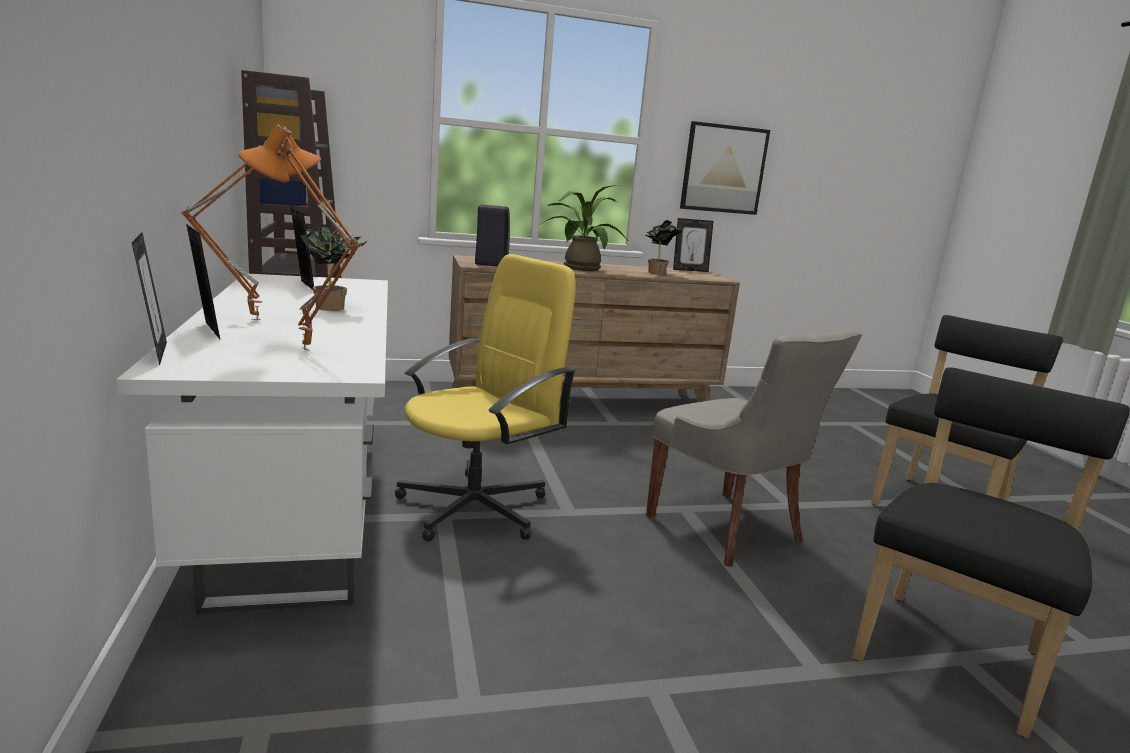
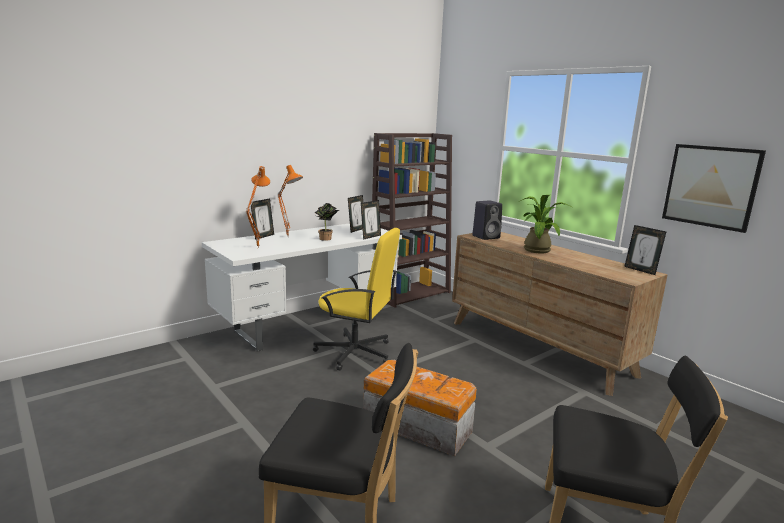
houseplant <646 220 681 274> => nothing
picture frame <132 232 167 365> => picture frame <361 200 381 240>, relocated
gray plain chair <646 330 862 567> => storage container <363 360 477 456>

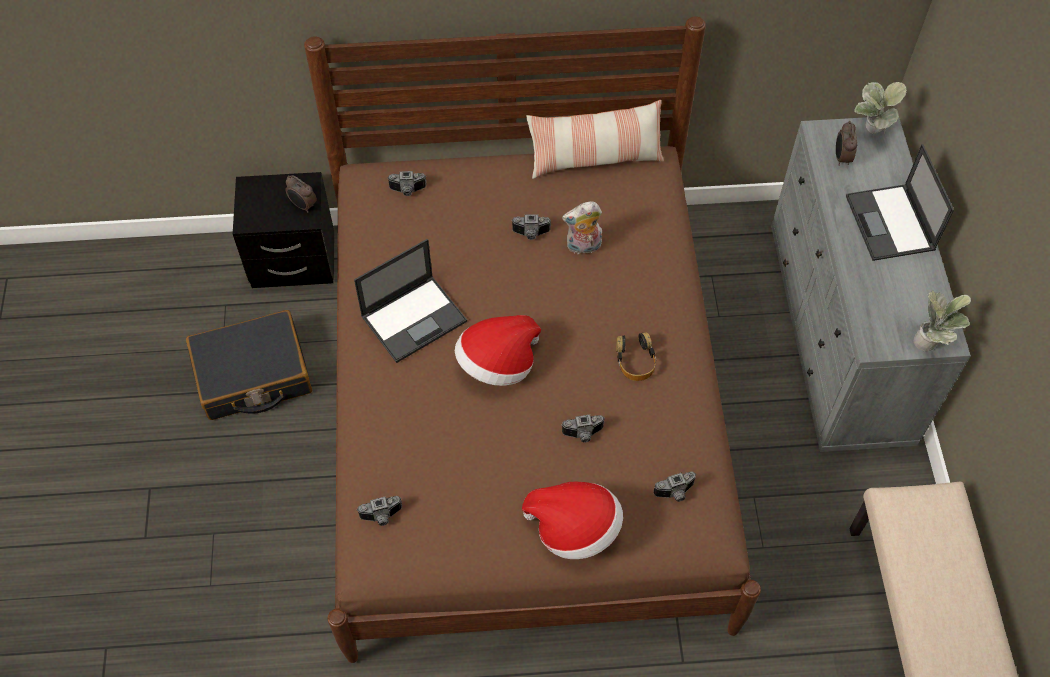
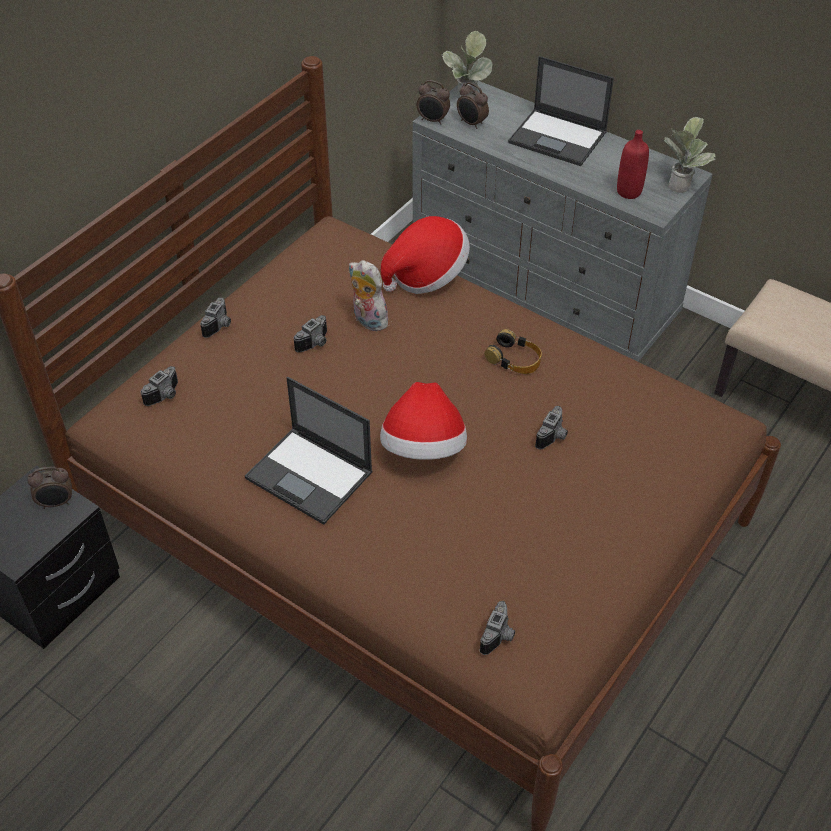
cushion <526 100 664 179> => nothing
soft toy <562 201 602 254> => soft toy <349 260 391 331>, 105 degrees clockwise
notebook computer <354 239 467 363> => notebook computer <245 377 373 525>, 120 degrees clockwise
blackish piece of luggage <186 310 312 420> => nothing
photo camera <653 471 696 502> => photo camera <200 297 231 338>, relocated
hat <522 482 623 559> => hat <381 216 470 294>, relocated
nothing => table clock <417 80 450 125>
nothing => red beverage bottle <617 130 649 199>

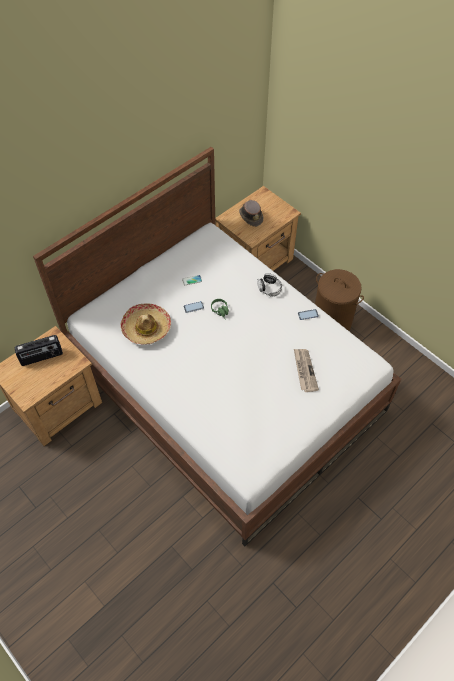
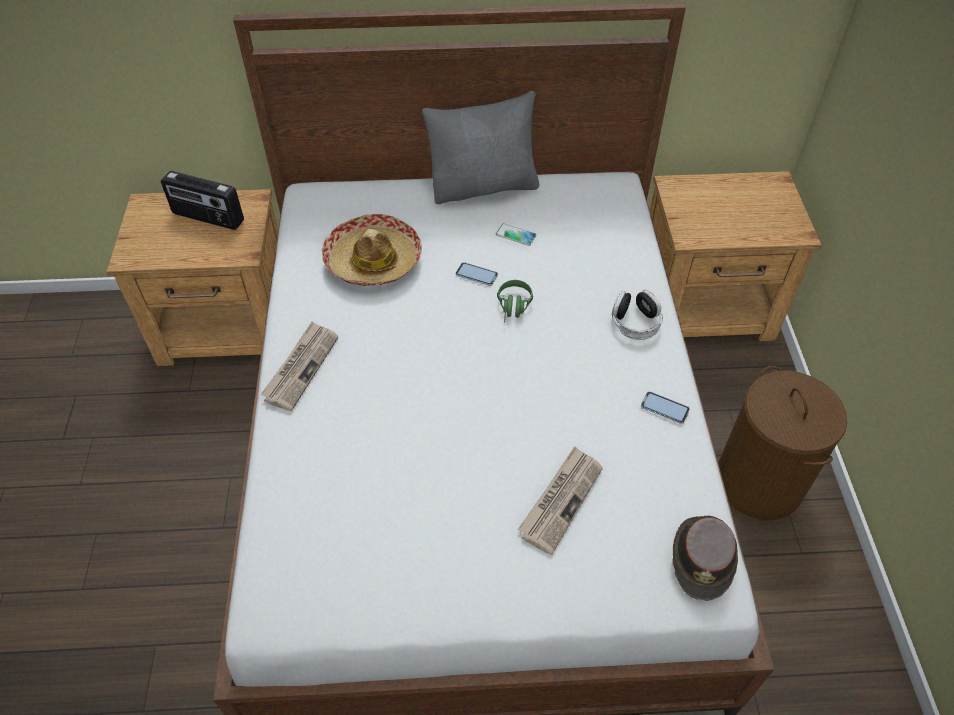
brown-coloured hat <239 200 263 227> => brown-coloured hat <672 515 738 601>, relocated
nothing => gray cushion <422 91 540 204>
nothing => daily paper <260 322 338 411>

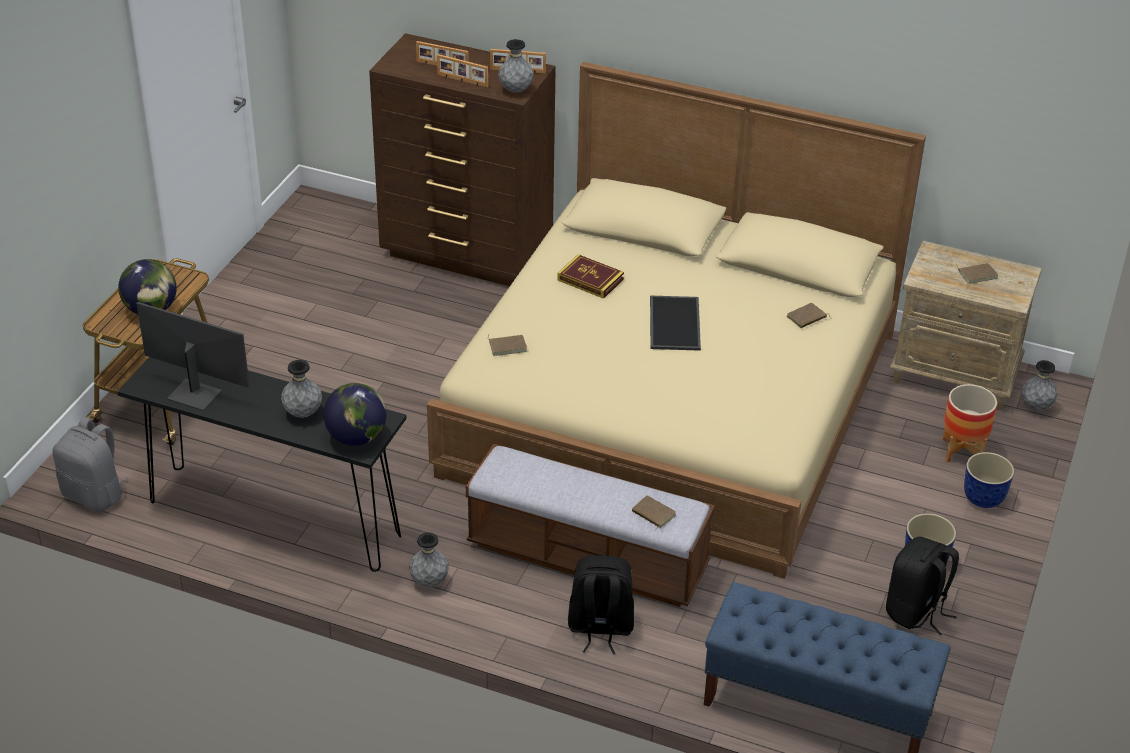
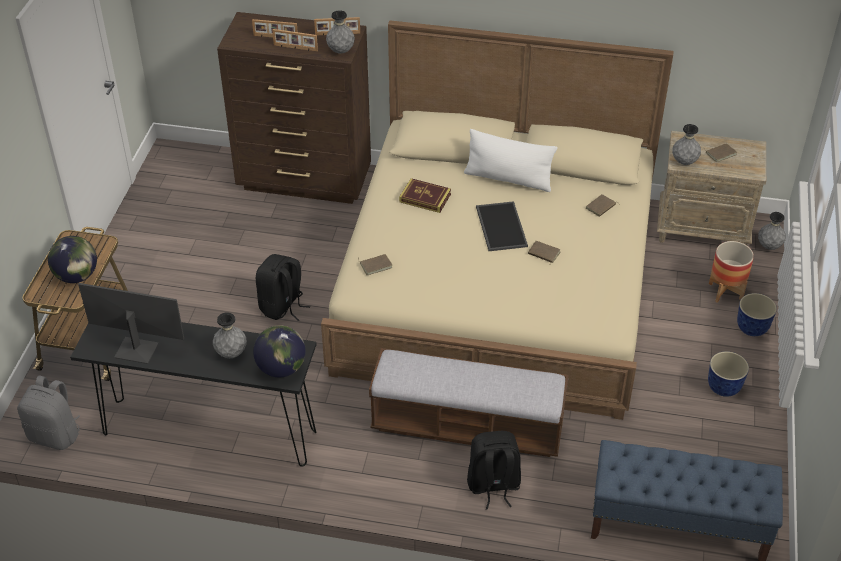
brown-coloured volume <632 496 676 530> => brown-coloured volume <528 241 561 264>, relocated
gray decorative vase <409 532 449 587> => gray decorative vase <672 124 701 165>, relocated
blackish backpack <886 537 959 635> => blackish backpack <256 254 310 321>, relocated
nothing => whitish cushion <464 129 557 192>

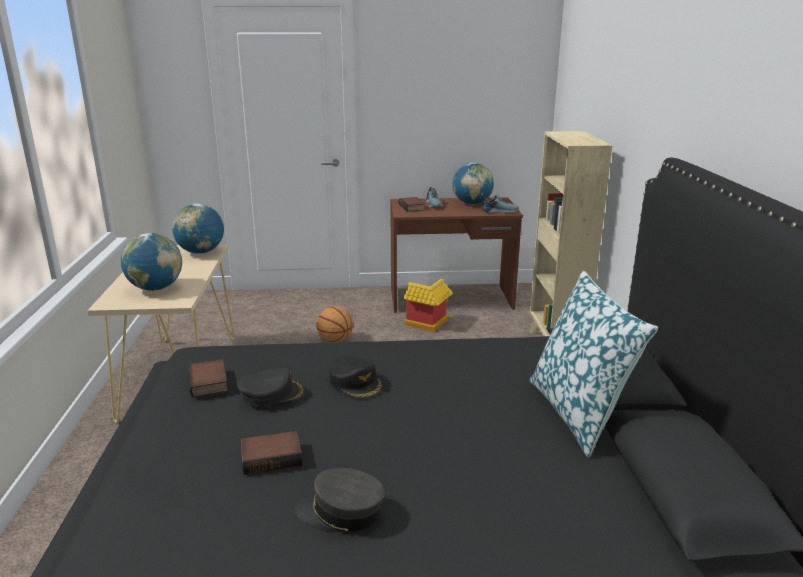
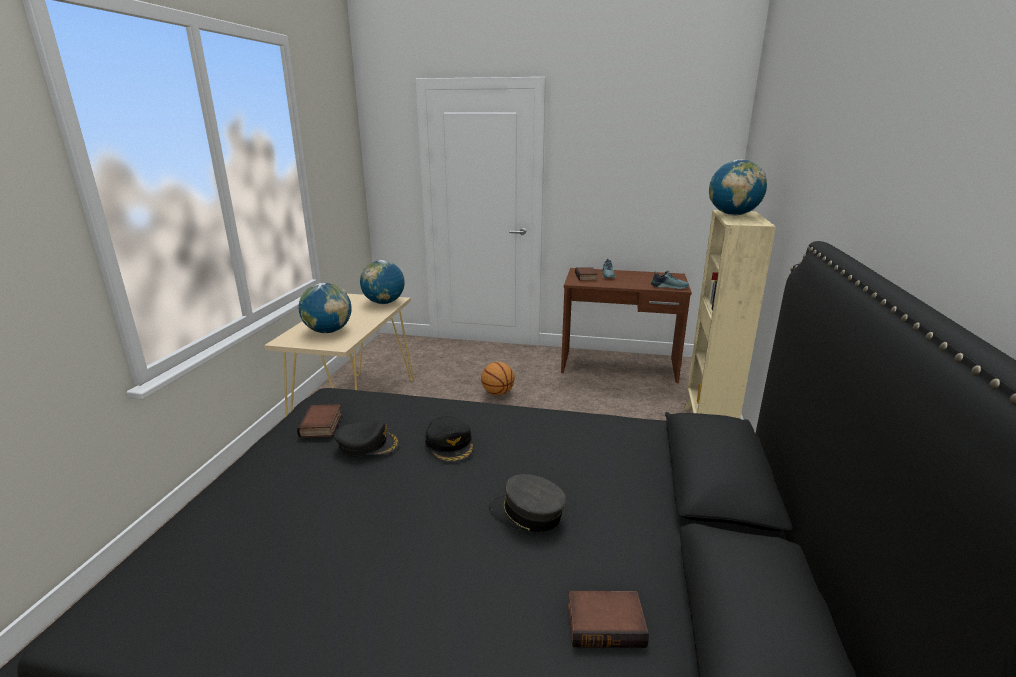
world globe <452 163 494 205> => world globe <709 160 767 216>, relocated
cushion <530 271 658 457> => nothing
miniature house <403 279 453 332> => nothing
volume <241 431 302 475> => volume <568 591 649 648>, relocated
gray peaked cap <295 468 385 532> => gray peaked cap <489 474 566 532>, relocated

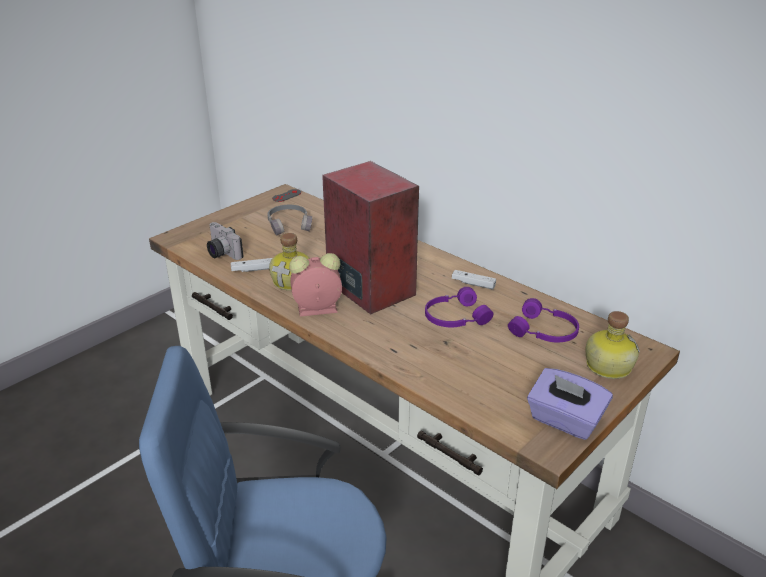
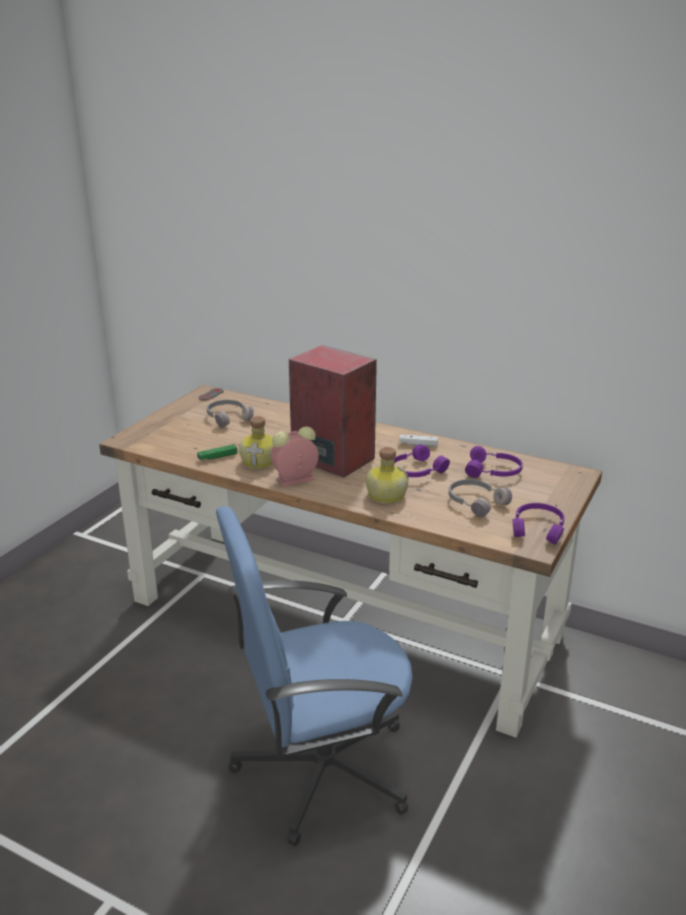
photo camera <207 222 244 260> => nothing
whitish joypad <231 258 272 272> => green joypad <197 444 237 460>
beverage bottle <586 311 640 379> => beverage bottle <366 447 409 504>, relocated
purple-coloured box of tissues <527 368 613 440> => purple-coloured headphones <513 503 565 544>
nothing => gray headphones <449 479 512 517>

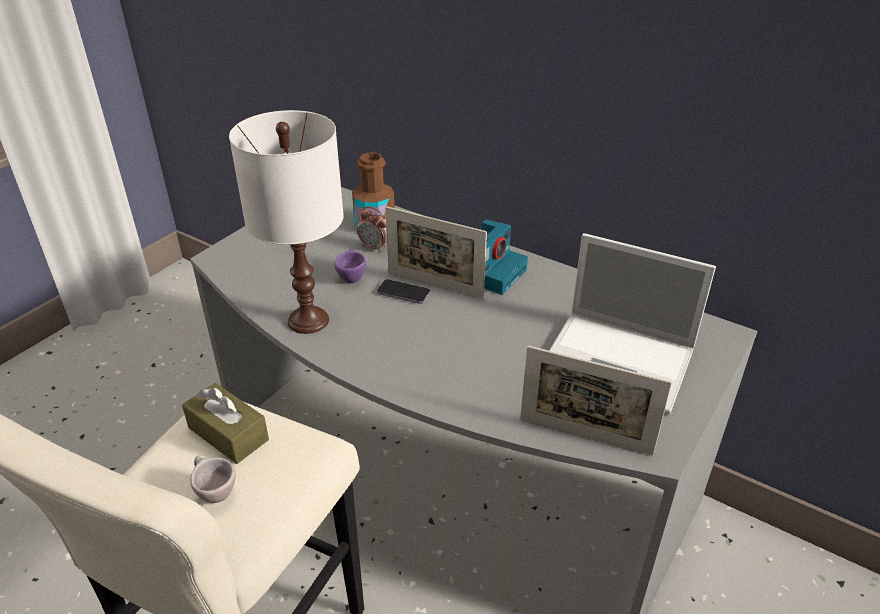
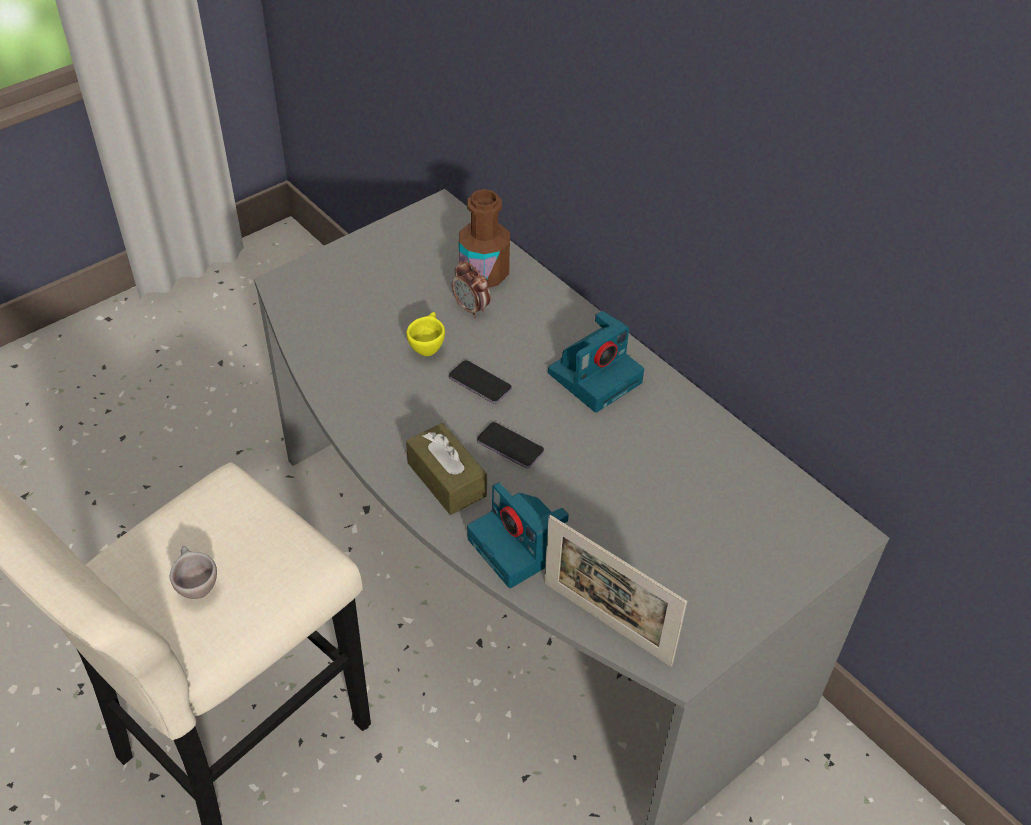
whitish tabletop lamp <229 110 344 334> => nothing
picture frame <385 206 487 298> => nothing
notebook computer <549 233 716 415> => nothing
purple-coloured drinking cup <334 248 366 283> => yellow drinking cup <406 312 445 356>
brown-coloured box of tissues <182 383 269 464> => brown-coloured box of tissues <406 423 487 515>, relocated
nothing => handset <477 422 544 468>
nothing => photo camera <467 482 569 588>

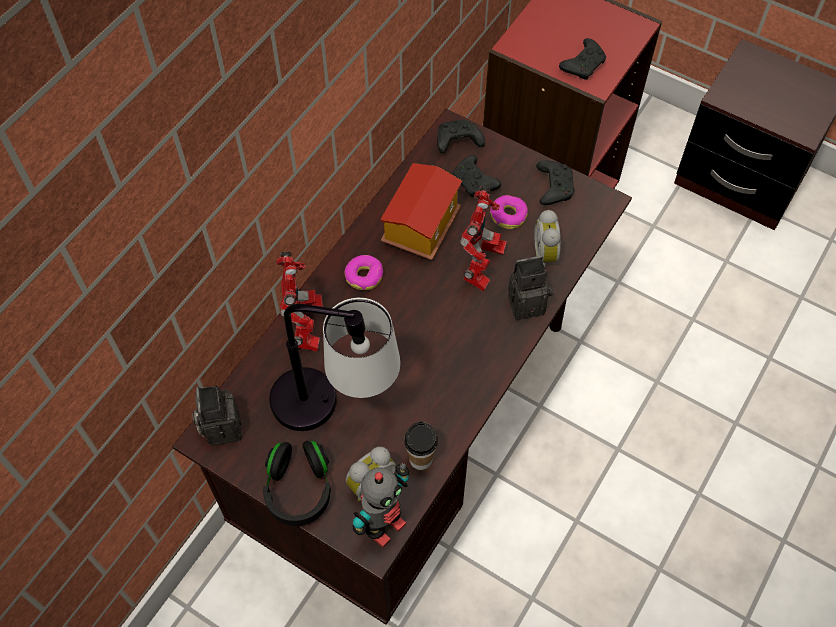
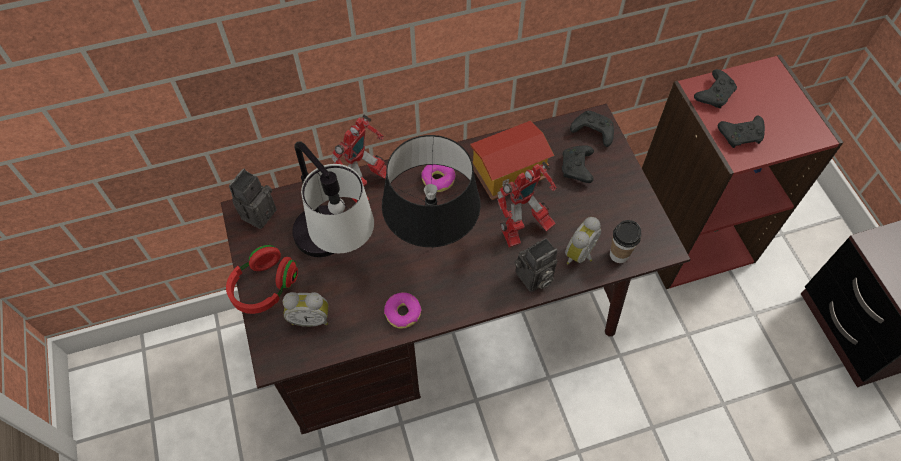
blackish joypad <536 160 575 205> => blackish joypad <694 69 737 108>, relocated
donut <490 195 528 229> => donut <384 292 422 328>, relocated
photo camera <508 256 553 320> => photo camera <515 238 557 292>, 120 degrees clockwise
drinking cup <404 421 438 470> => drinking cup <610 220 641 263>, relocated
blackish headphones <263 441 331 526> => red headphones <226 245 298 314>
model robot <353 462 409 548> => nothing
nothing => blackish tabletop lamp <382 135 481 248>

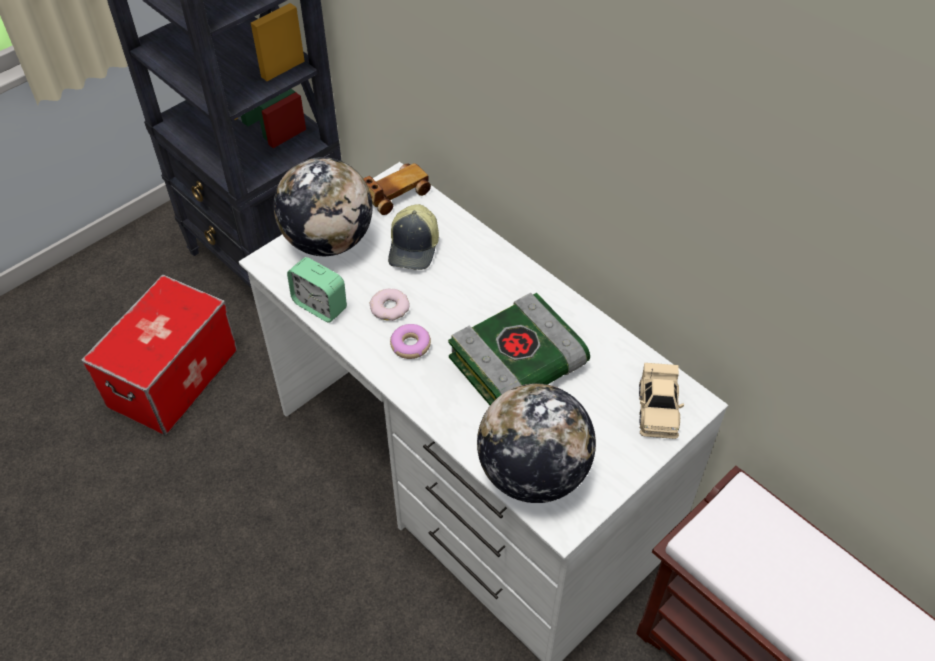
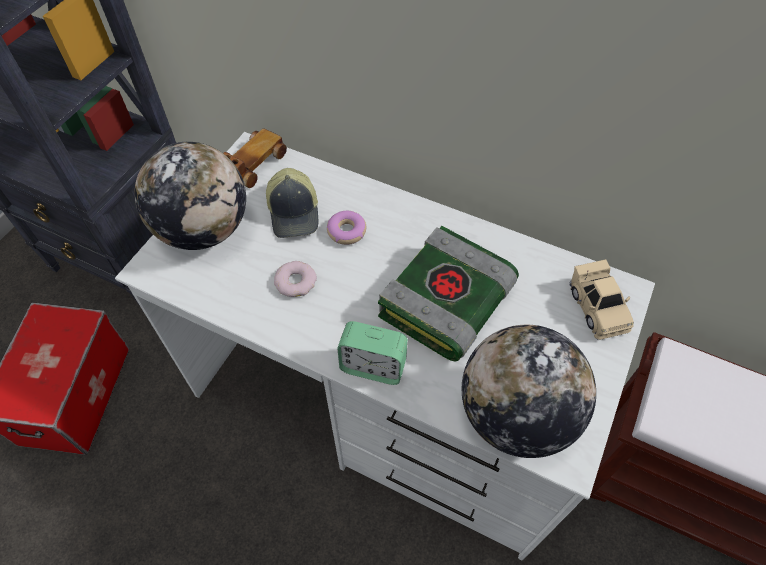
table clock <287 257 347 323> => table clock <337 321 408 385>, relocated
donut <390 324 431 359> => donut <327 211 366 245>, relocated

